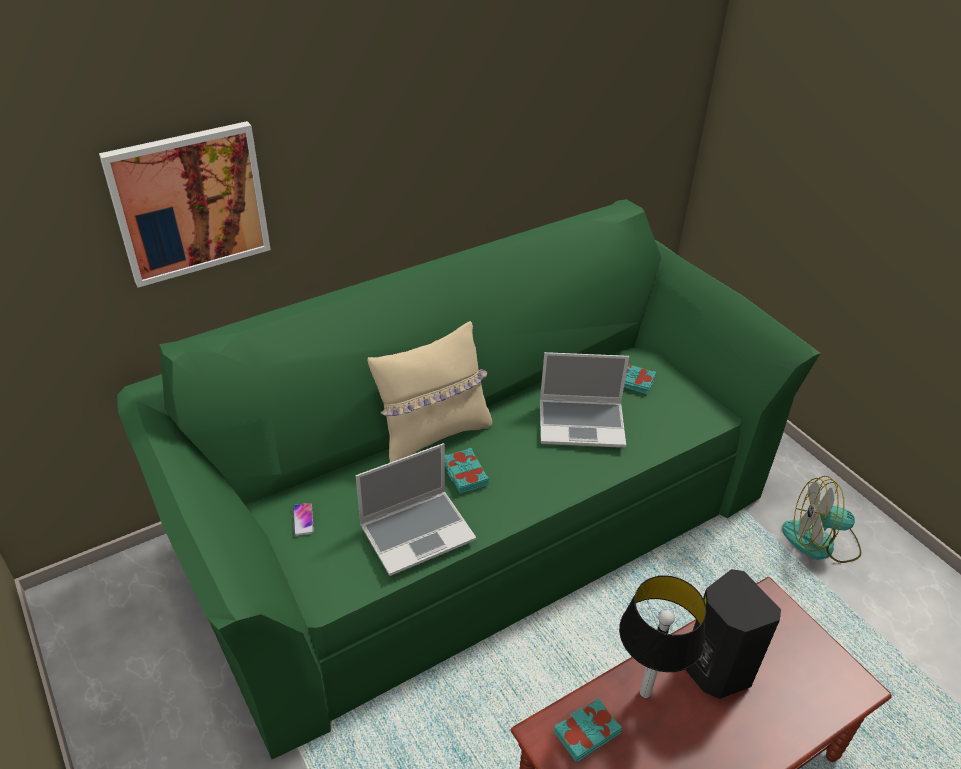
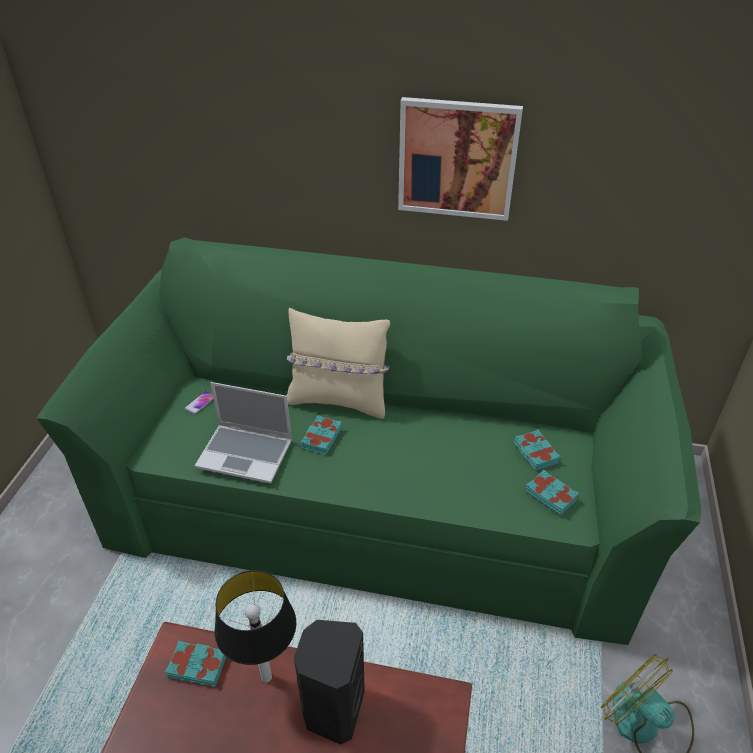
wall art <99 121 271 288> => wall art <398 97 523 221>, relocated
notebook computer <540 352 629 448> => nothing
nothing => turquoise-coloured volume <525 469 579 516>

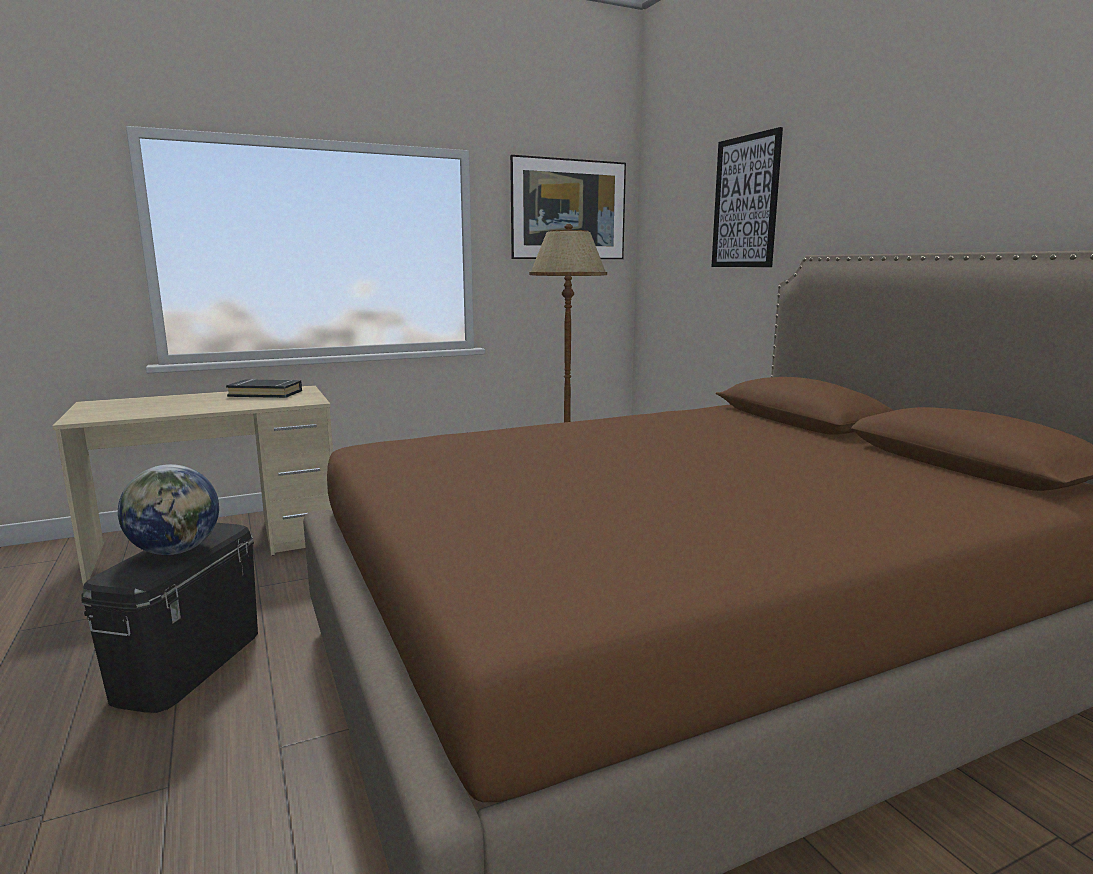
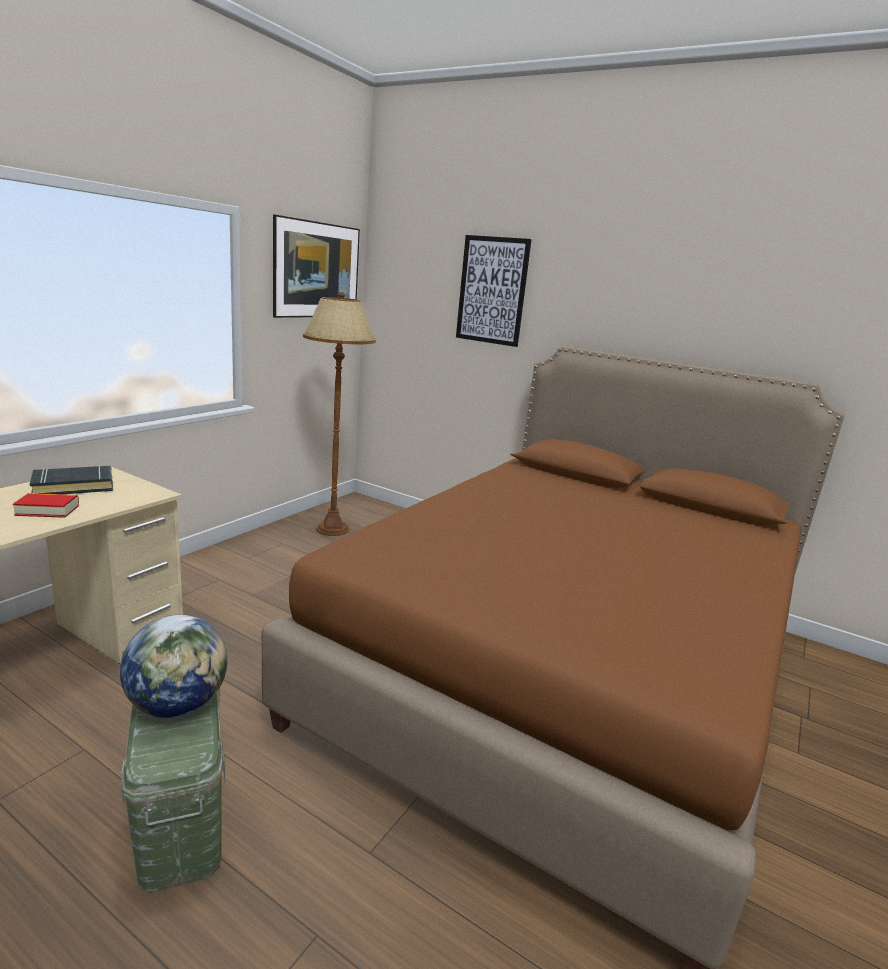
blackish storage container <81 523 258 713> => green storage container <120 688 225 892>
nothing => volume <13 493 79 518>

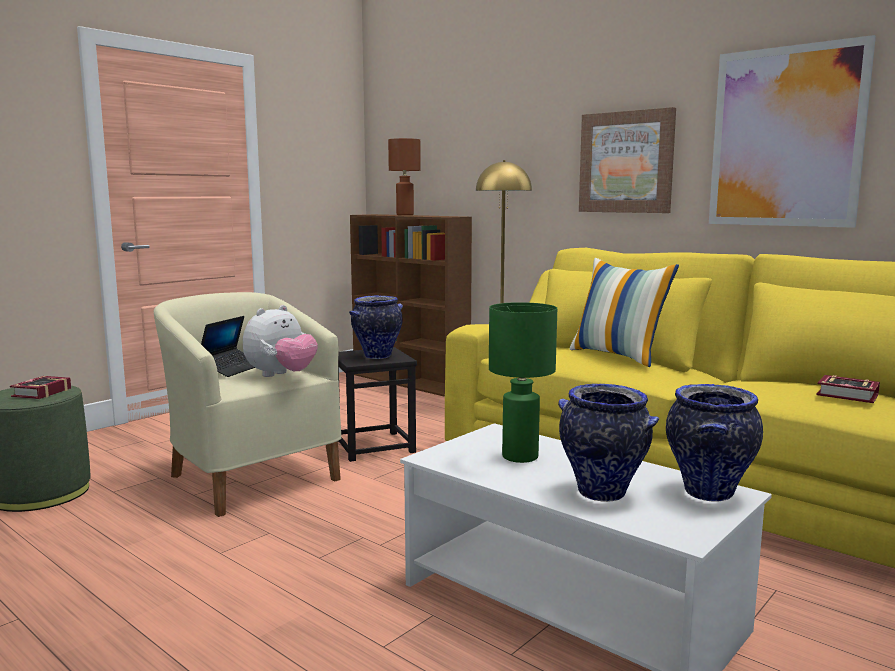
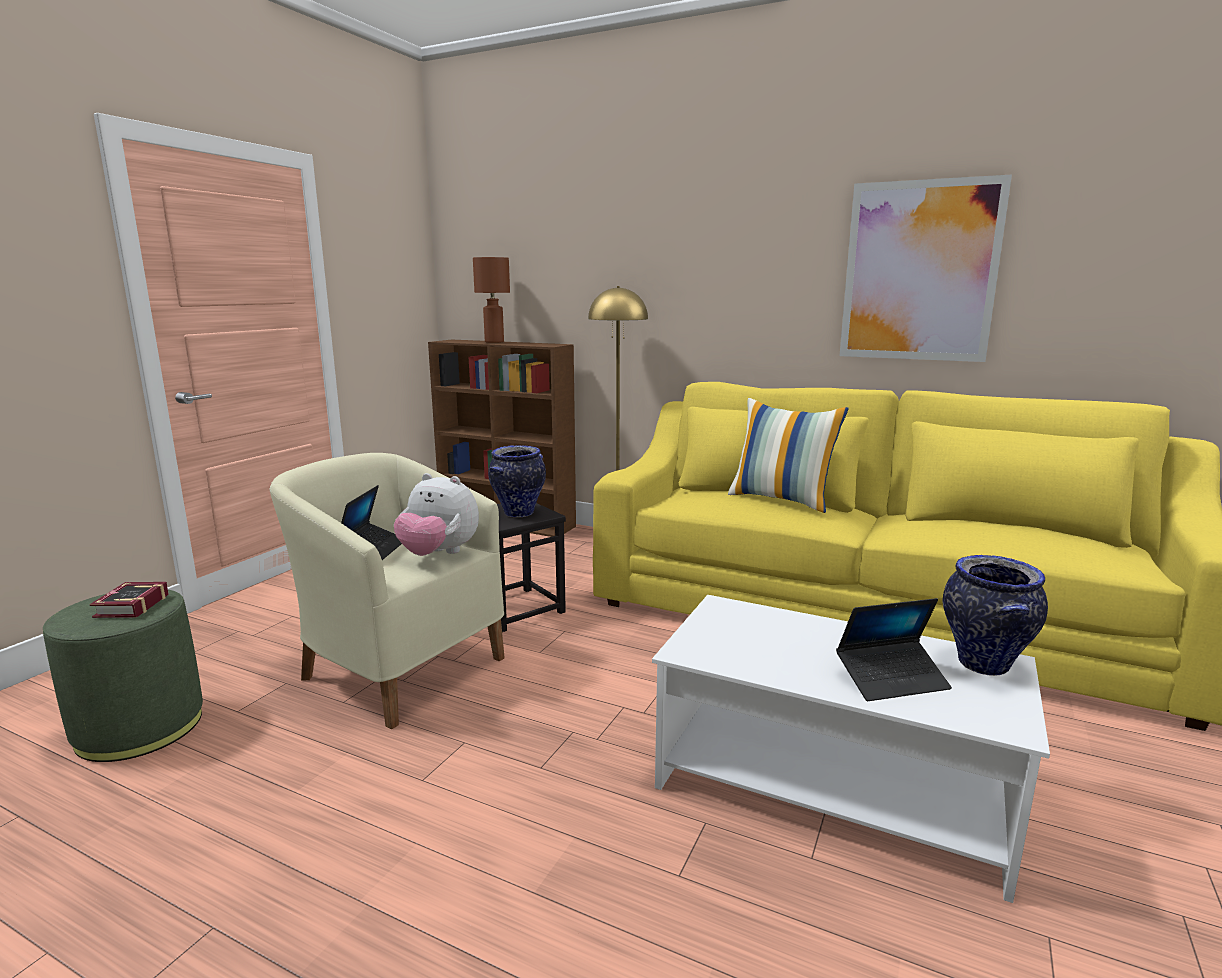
wall art <579 107 676 213> => nothing
green tabletop lamp <489 302 557 463> => nothing
soft toy <243 305 318 377> => soft toy <394 473 479 556>, 90 degrees clockwise
volume <817 375 880 403> => nothing
decorative vase <558 384 659 502> => notebook computer <836 598 952 701>

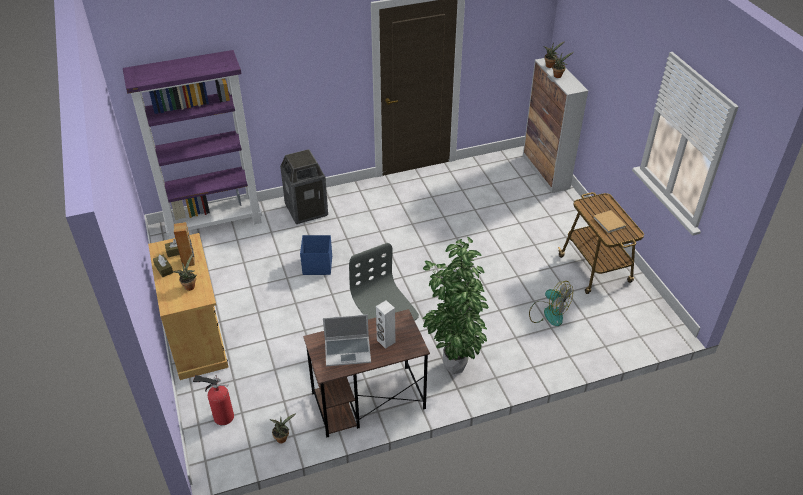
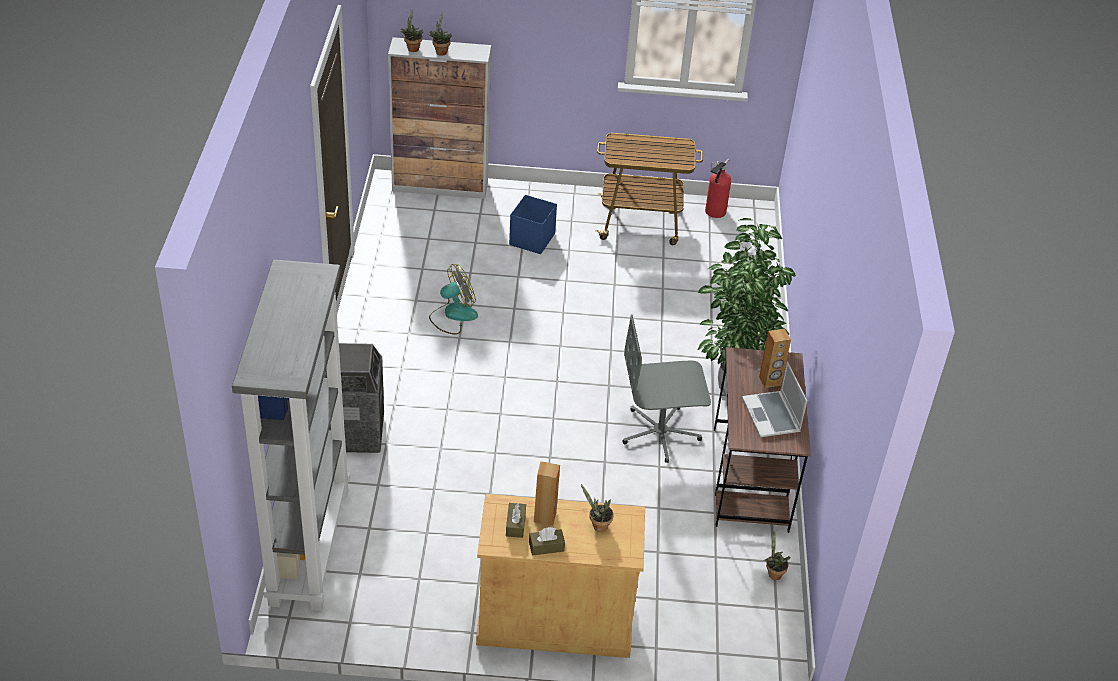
purple-coloured bookshelf <123 50 262 239> => gray bookshelf <232 259 351 611>
sand-coloured volume <594 210 626 233> => nothing
blue storage container <300 235 332 275> => blue storage container <509 195 557 254>, relocated
fan <529 281 573 326> => fan <429 264 478 335>, relocated
whitish speaker <376 300 396 349> => brown-coloured speaker <759 329 791 388>
notebook computer <323 314 371 366> => notebook computer <742 361 807 437>, 150 degrees clockwise
extinguisher <193 375 234 425> => extinguisher <705 159 731 218>, relocated

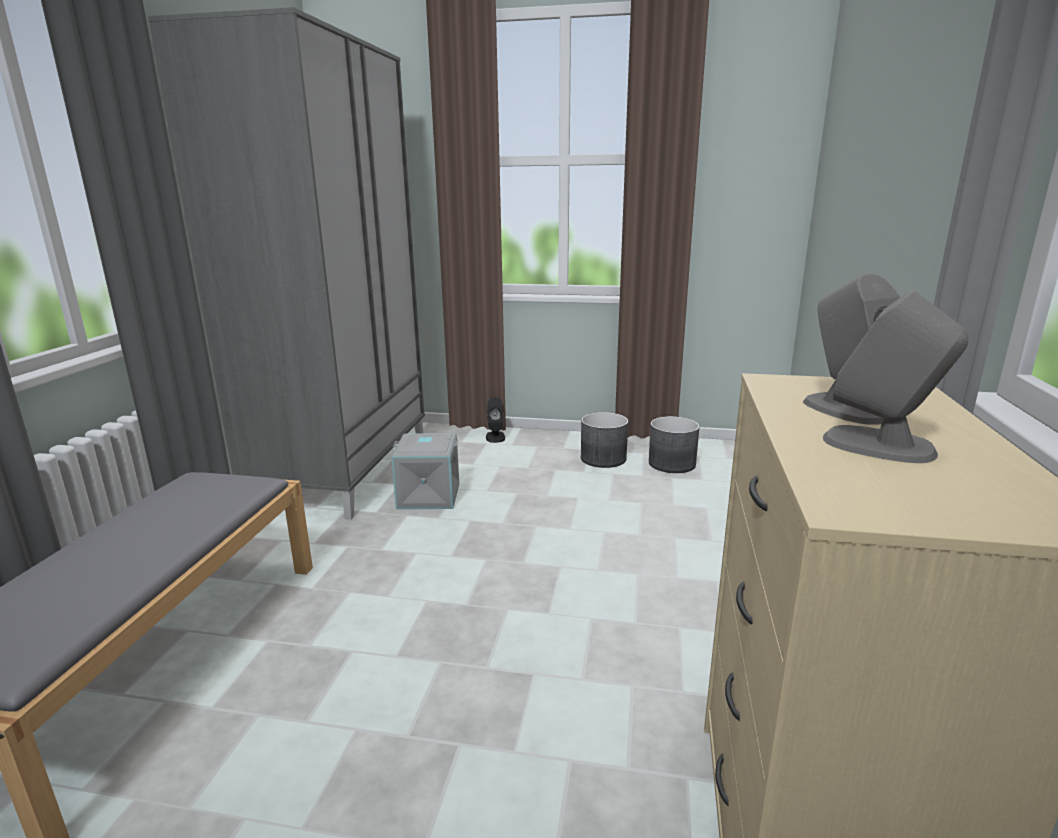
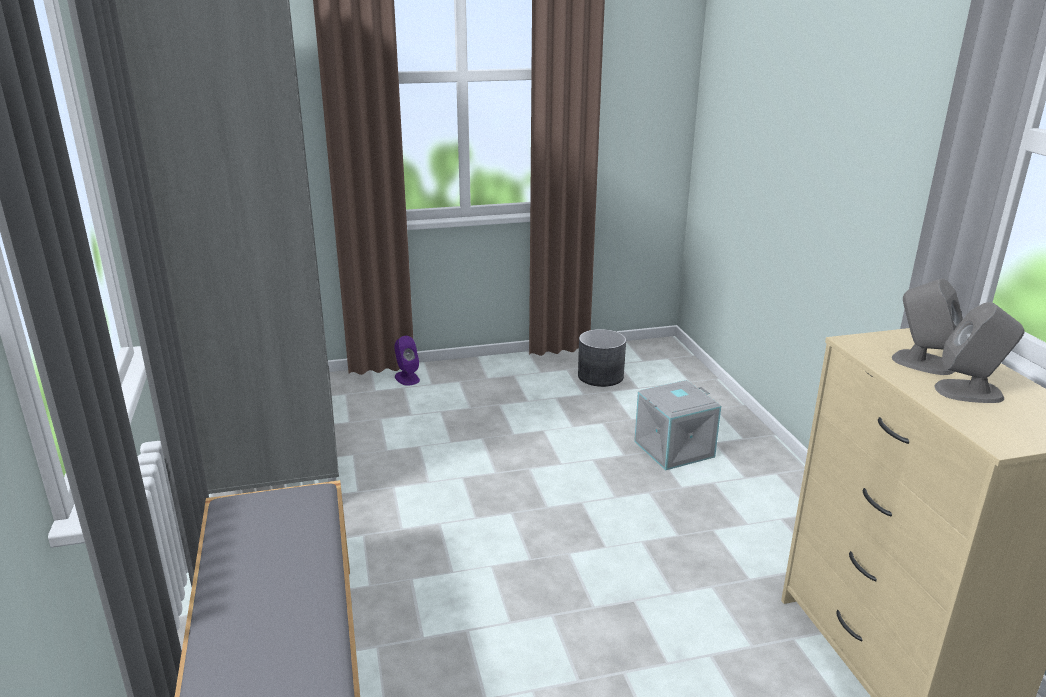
blackish speaker <486 397 505 443> => purple-coloured speaker <394 336 420 386>
gray flower pot <581 412 628 468> => nothing
gray storage container <391 433 459 509> => gray storage container <634 380 721 470>, relocated

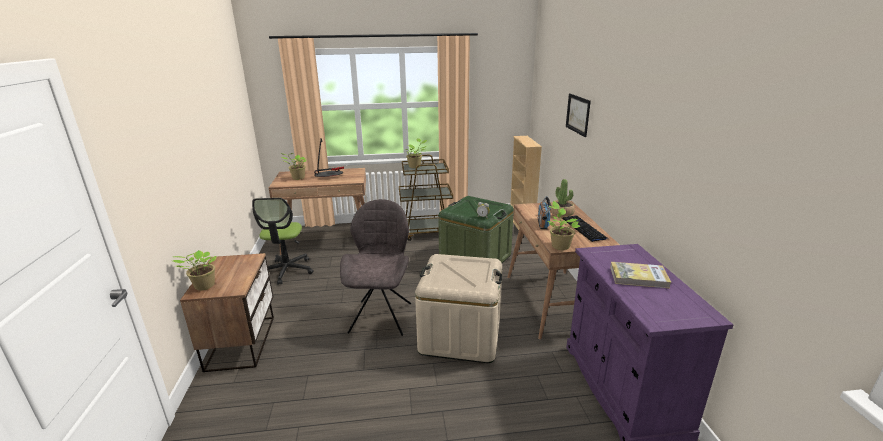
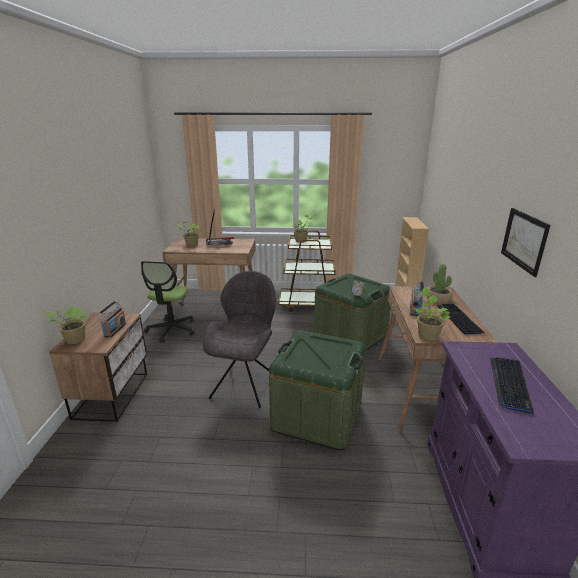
wall art <566 93 591 137> => wall art <501 208 551 277>, relocated
sand-coloured storage container <415 254 502 363> => green storage container <269 330 366 450>
volume <610 262 671 288> => keyboard <490 357 534 414>
nothing => radio receiver <97 300 126 338>

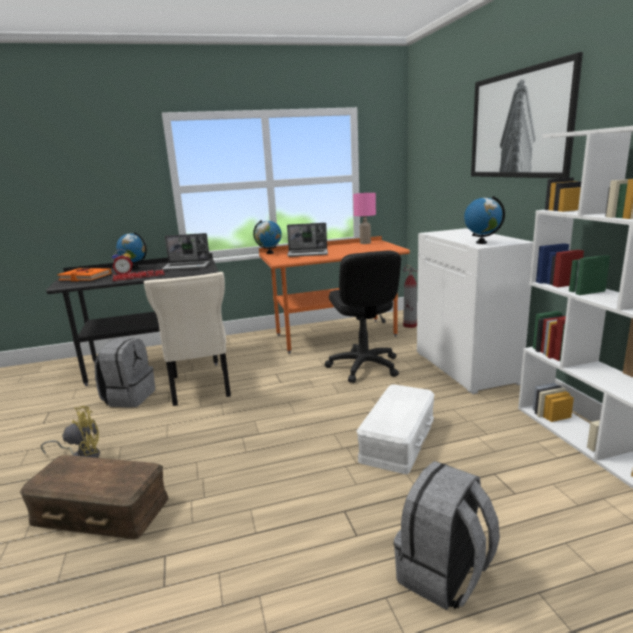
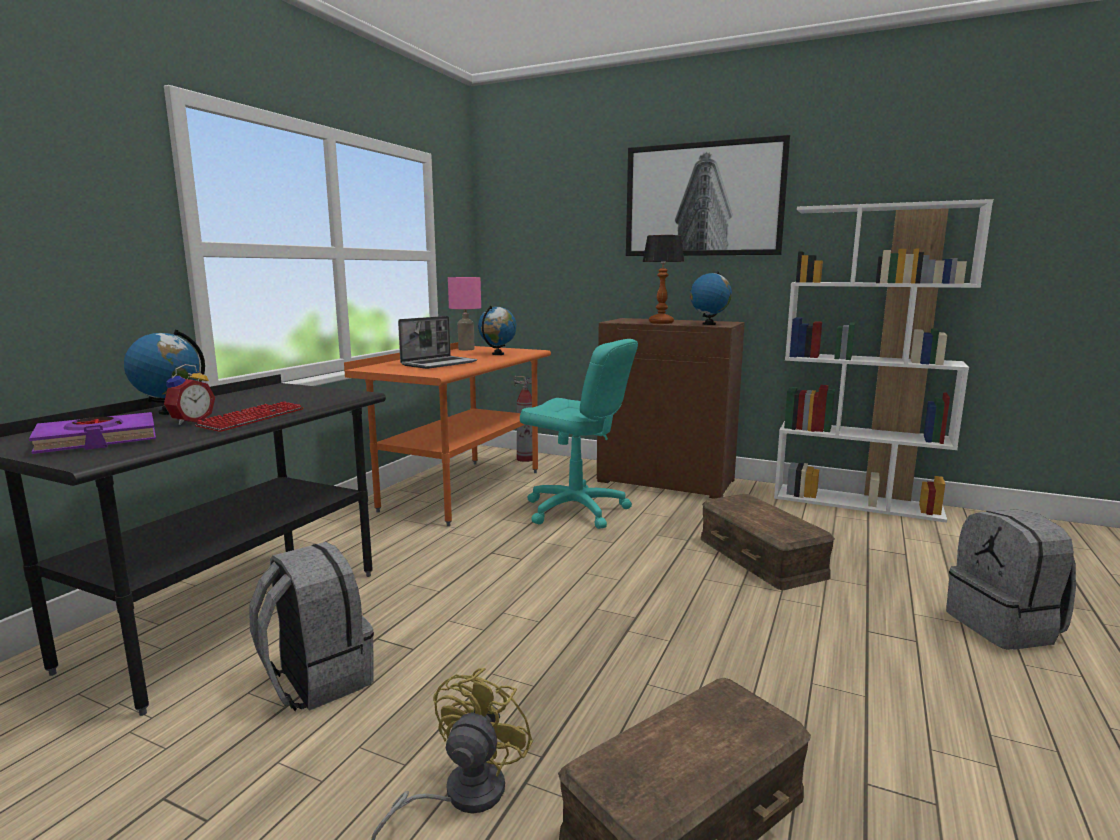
world globe <253 220 282 254> => world globe <478 305 517 355>, relocated
whitish cupboard <417 228 533 394> => brown-coloured cupboard <597 318 745 499>
notebook computer <162 233 210 270> => nothing
blackish desk chair <325 250 401 383> => turquoise-coloured desk chair <520 339 638 529>
orangey volume <57 268 111 281> => purple-coloured volume <29 412 156 454>
sand-coloured plain chair <144 272 231 406> => nothing
whitish storage container <357 384 435 474> => brown-coloured storage container <701 494 835 590>
nothing => tabletop lamp <642 235 684 324>

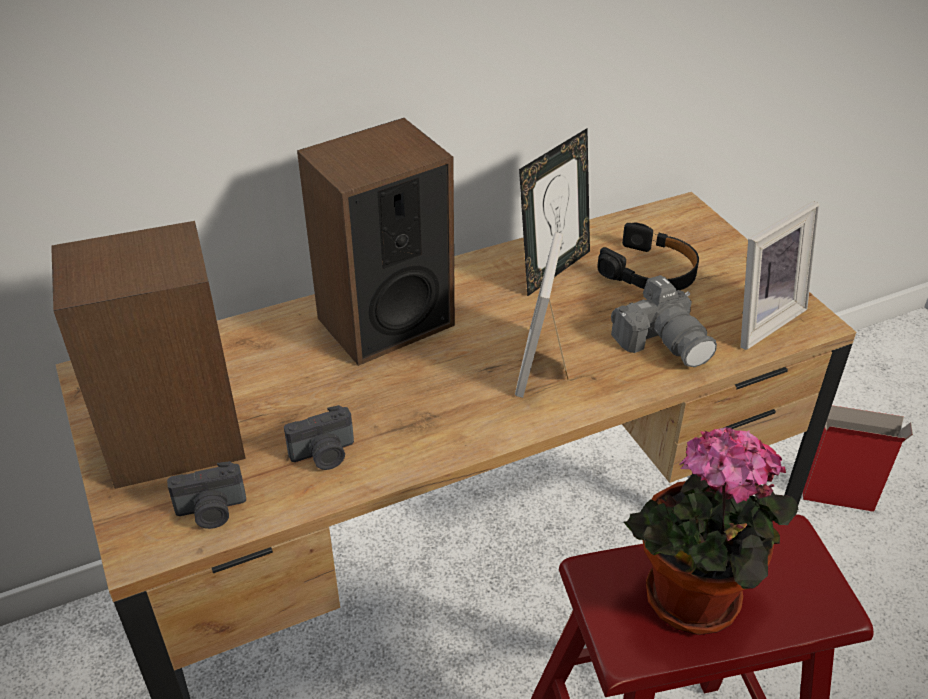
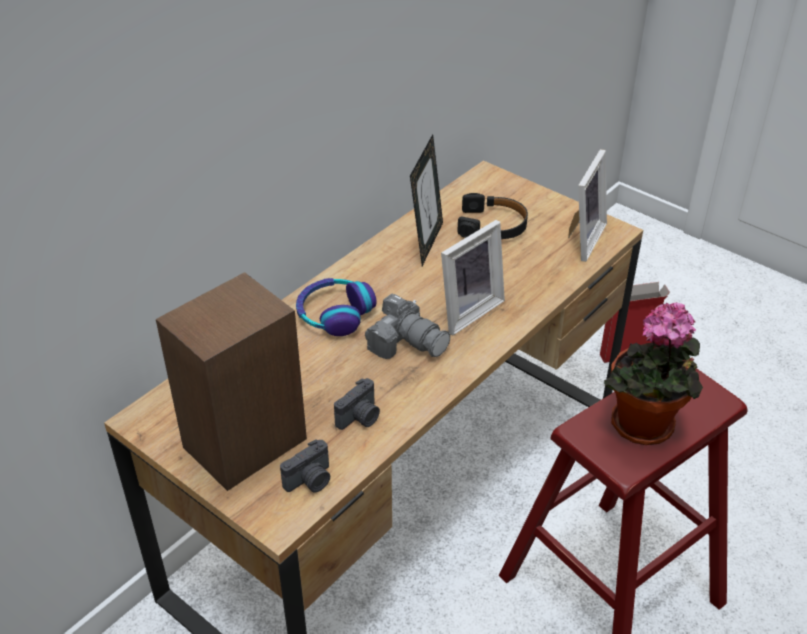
speaker <297 118 455 366> => headphones <296 278 377 336>
picture frame <515 232 568 398> => picture frame <441 220 505 335>, 120 degrees counterclockwise
photo camera <611 275 717 367> => photo camera <365 294 450 359>, relocated

